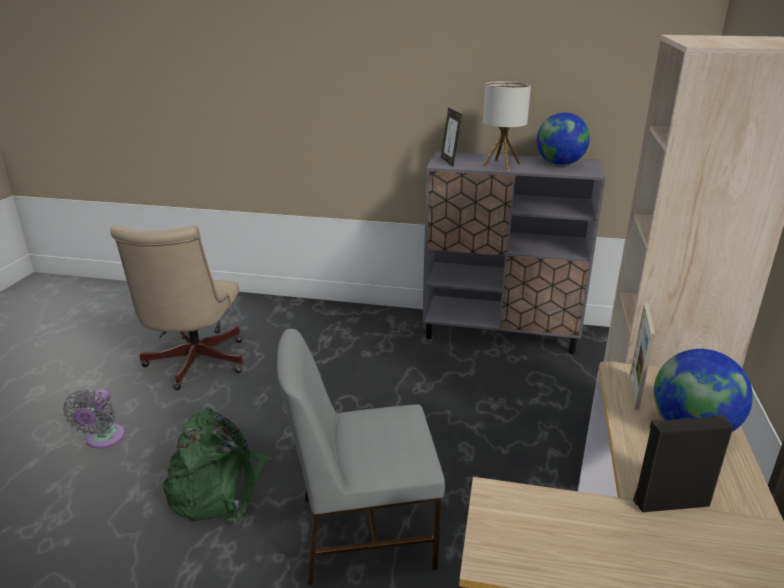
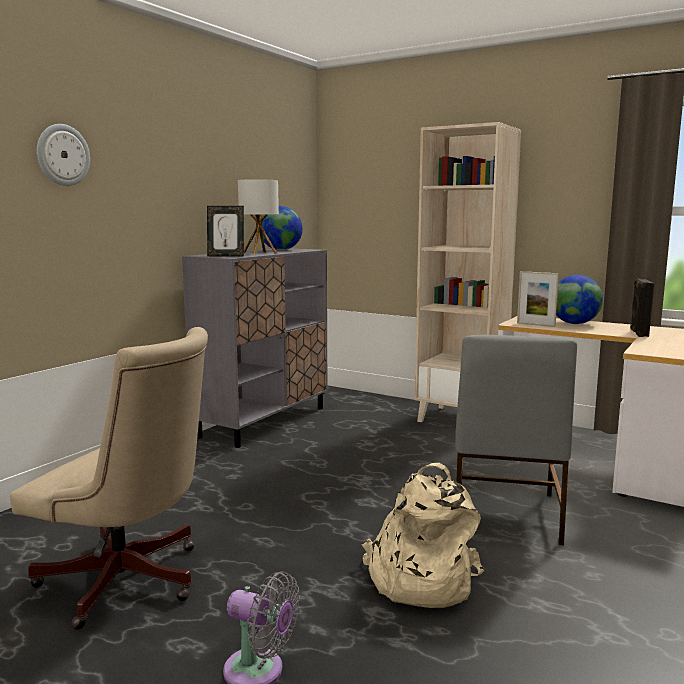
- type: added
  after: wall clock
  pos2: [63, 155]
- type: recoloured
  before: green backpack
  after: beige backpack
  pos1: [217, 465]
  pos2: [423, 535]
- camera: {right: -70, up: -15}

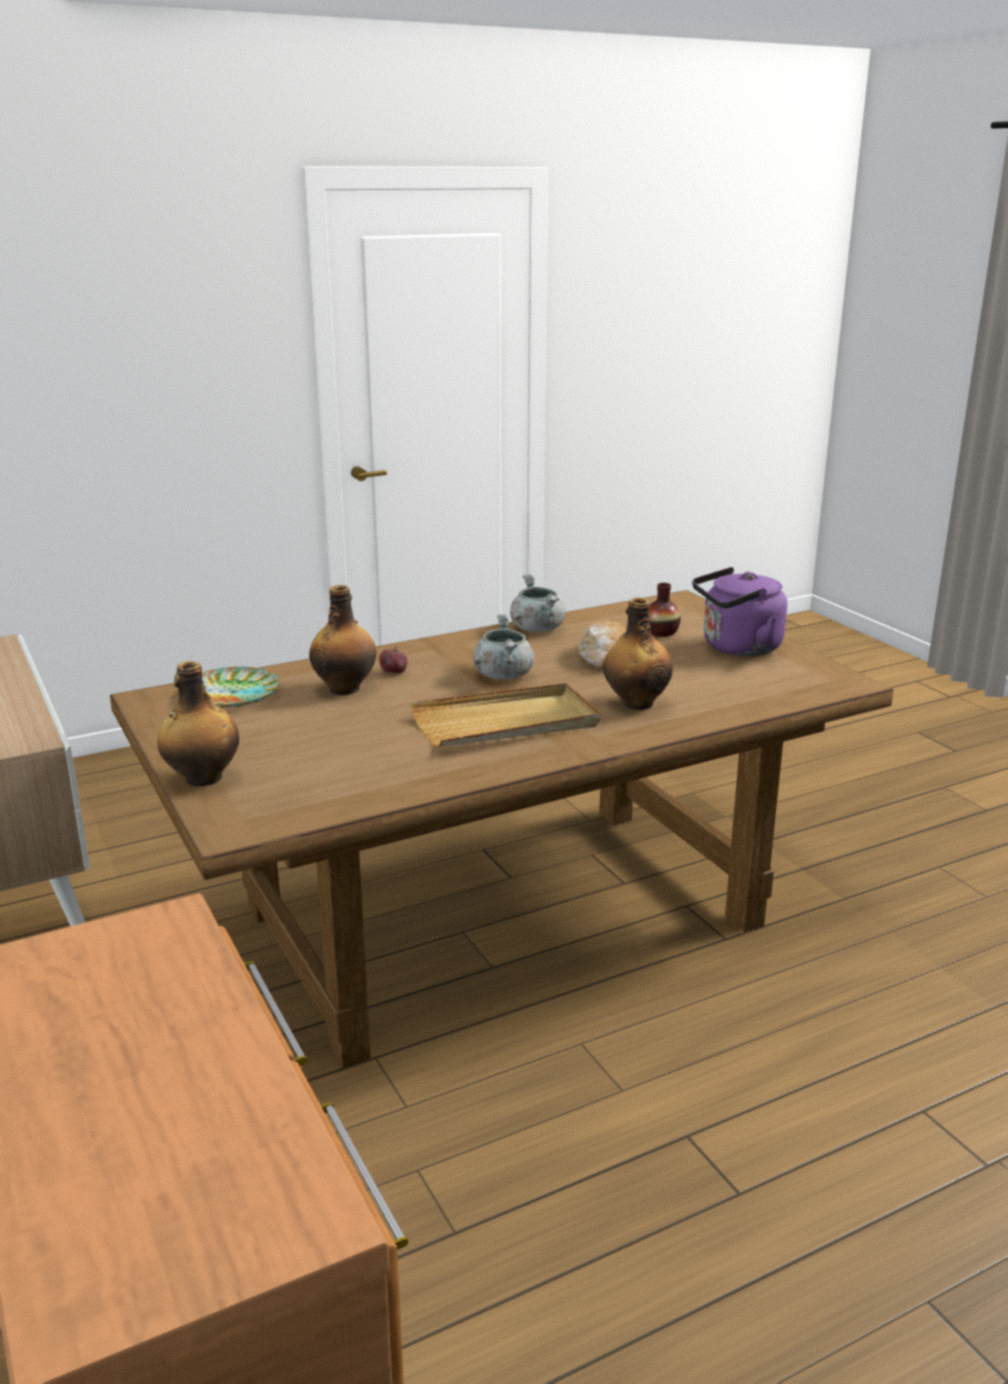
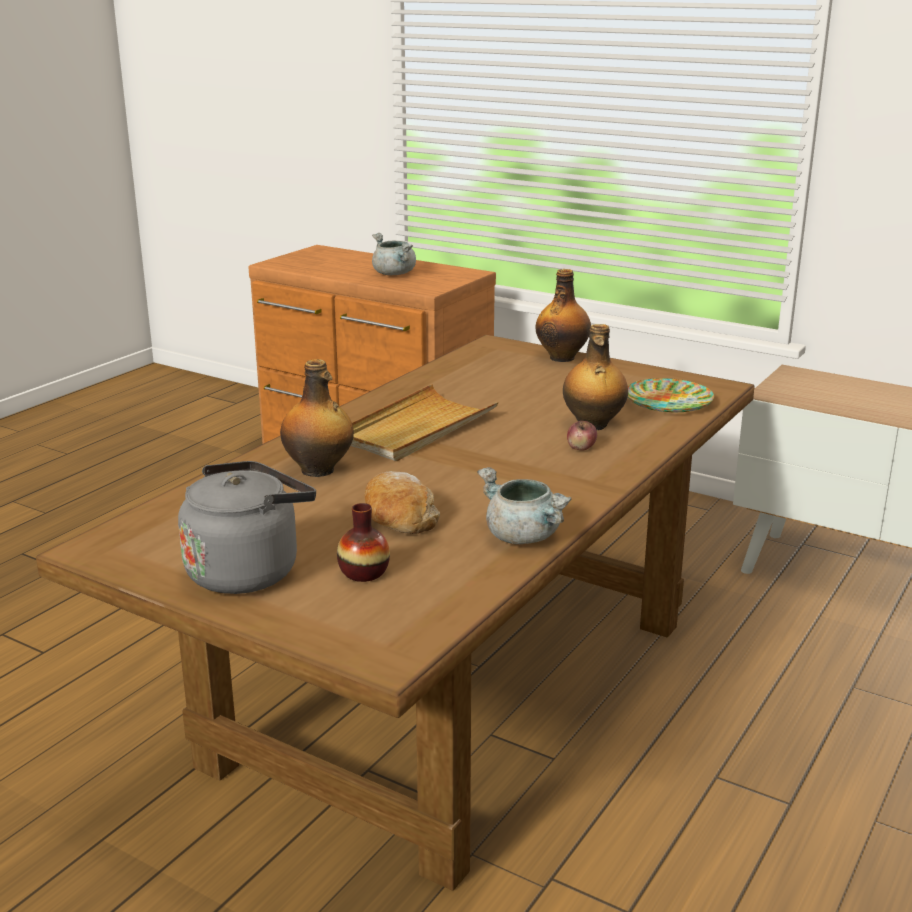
- type: moved
  before: grey cooking pot
  pos1: [503, 647]
  pos2: [394, 254]
- type: recoloured
  before: purple kettle
  after: grey kettle
  pos1: [739, 611]
  pos2: [247, 527]
- camera: {right: 150, up: 0}

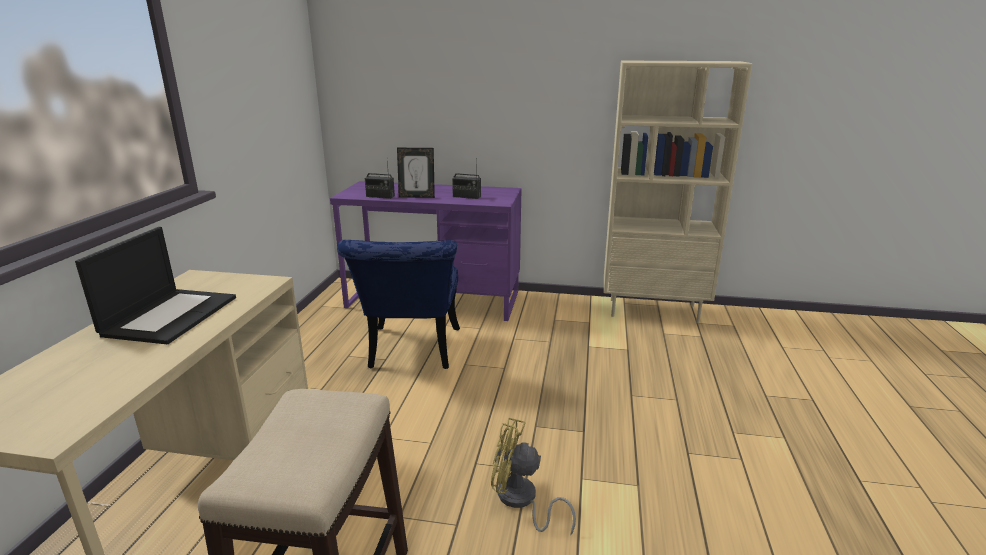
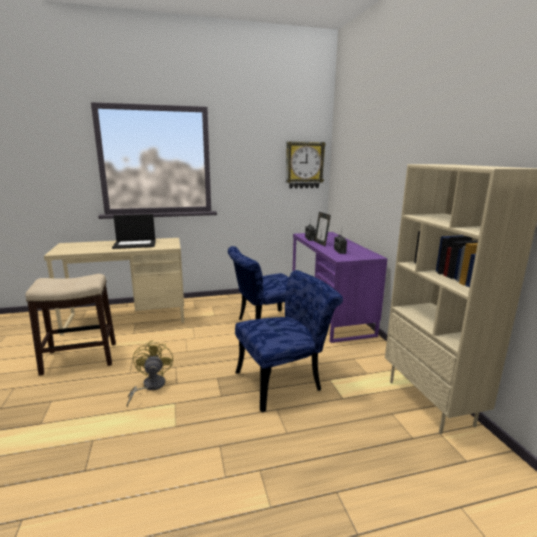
- type: added
  after: blue chair
  pos2: [289, 341]
- type: added
  after: wall clock
  pos2: [306, 165]
- camera: {right: 65, up: -5}

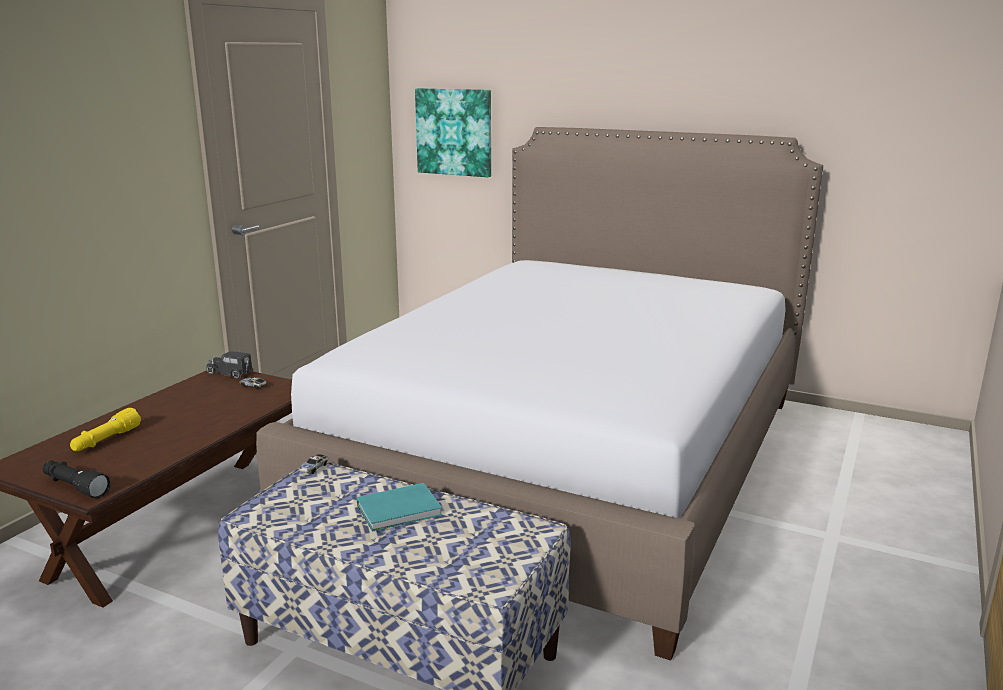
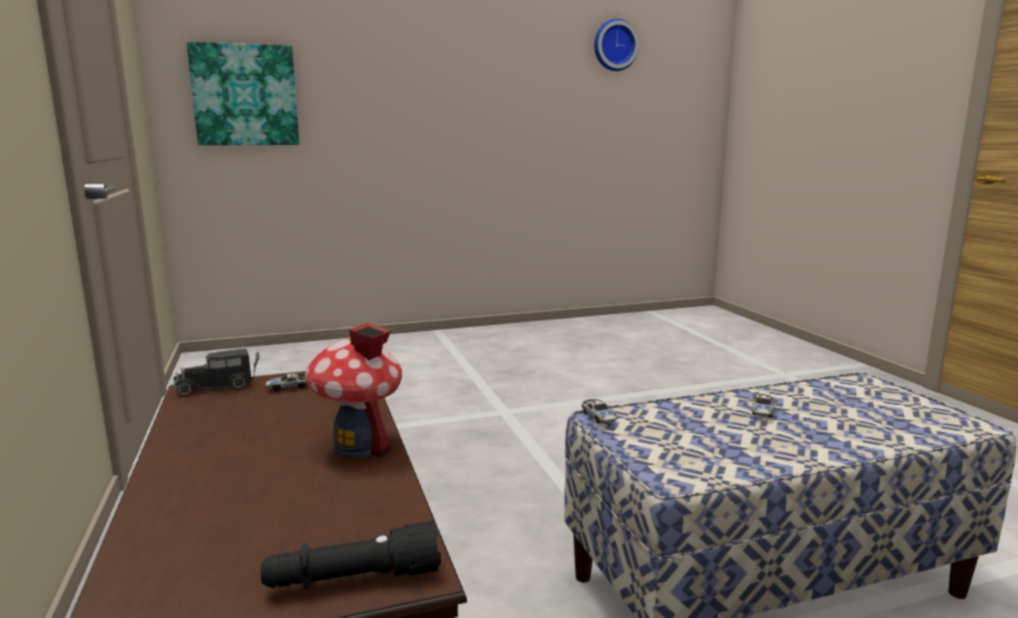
- type: removed
  before: yellow flashlight
  pos1: [105, 429]
- type: removed
  before: bed
  pos1: [539, 394]
- type: added
  after: toy house
  pos2: [353, 389]
- type: added
  after: wall clock
  pos2: [616, 45]
- type: replaced
  before: turquoise book
  after: toy car
  pos1: [399, 507]
  pos2: [763, 406]
- camera: {right: -45, up: -5}

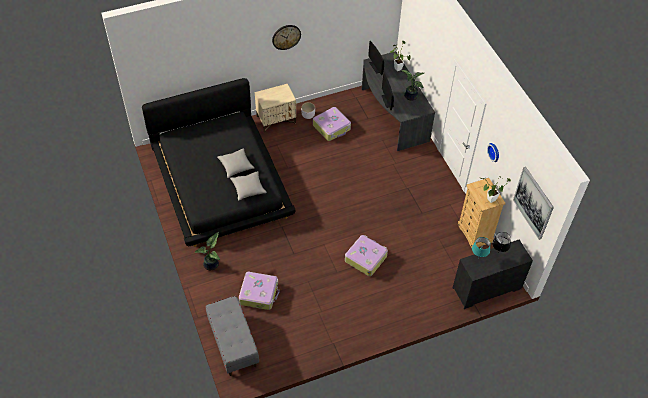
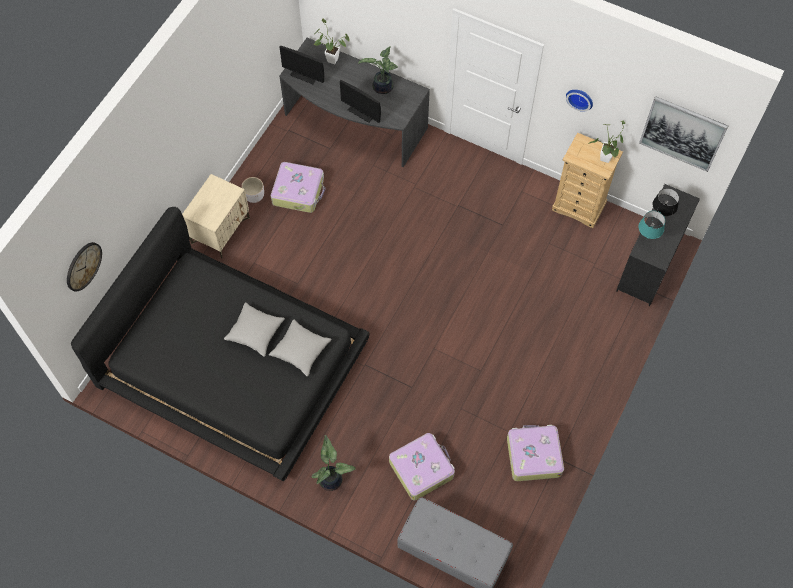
- type: moved
  before: wall clock
  pos1: [286, 37]
  pos2: [84, 267]
- type: moved
  before: suitcase
  pos1: [366, 255]
  pos2: [535, 453]
- camera: {right: -40, up: 10}

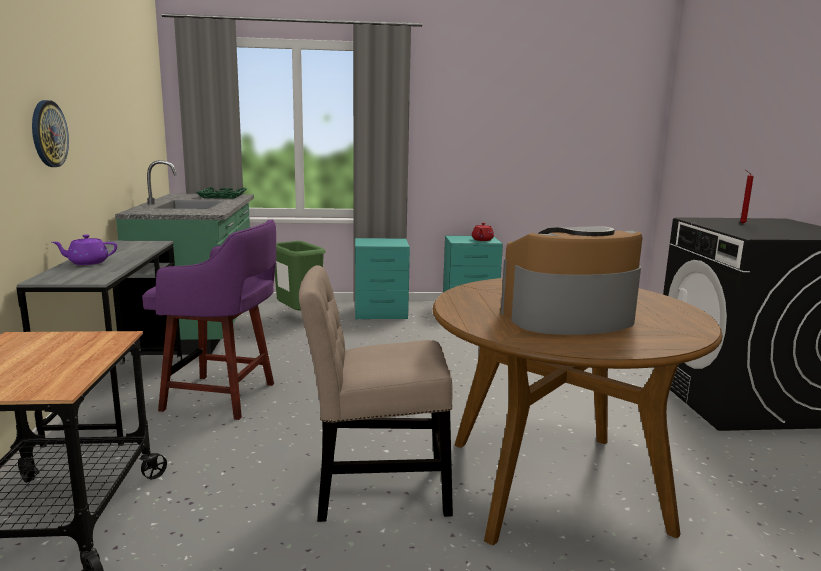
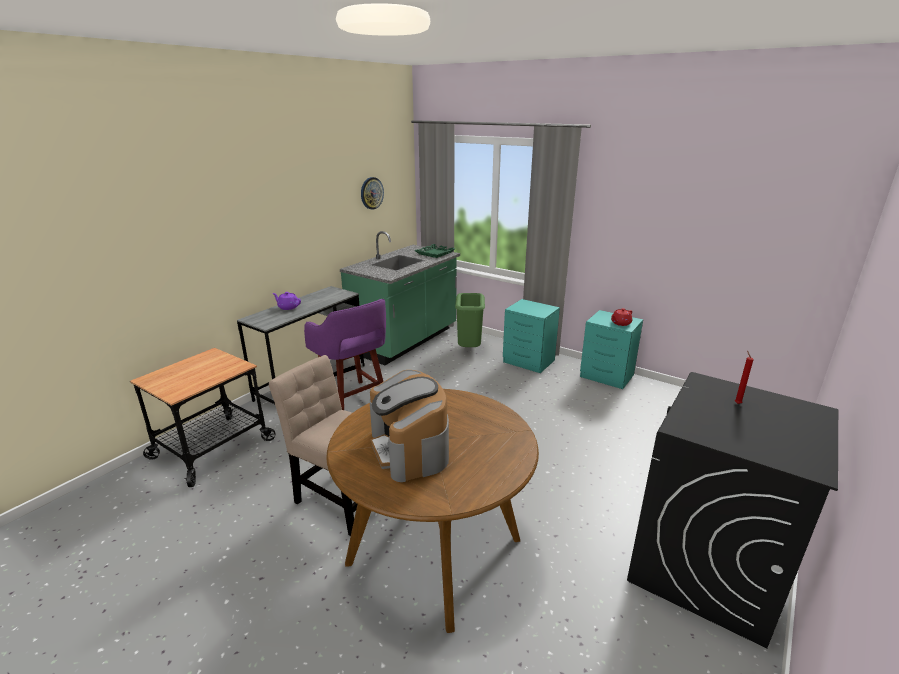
- type: moved
  before: wall clock
  pos1: [50, 133]
  pos2: [372, 193]
- type: turned
  before: coffee machine
  pos1: [572, 280]
  pos2: [409, 426]
  turn: -135
- camera: {right: 40, up: 10}

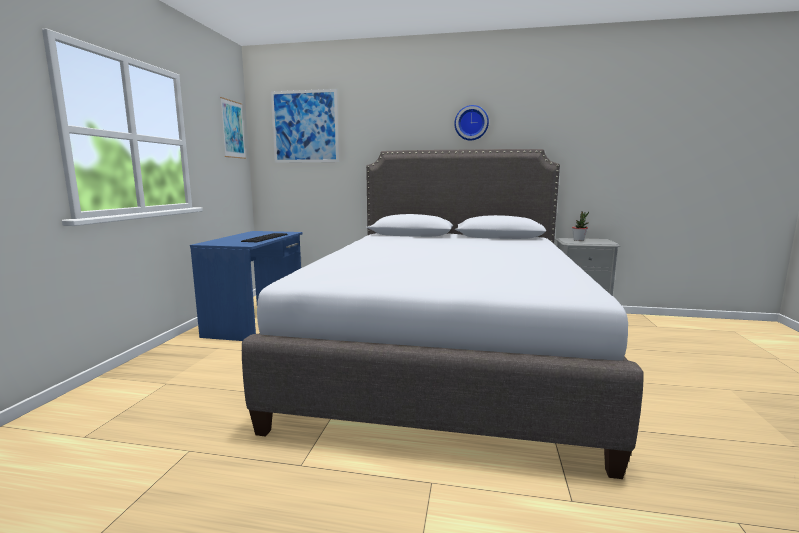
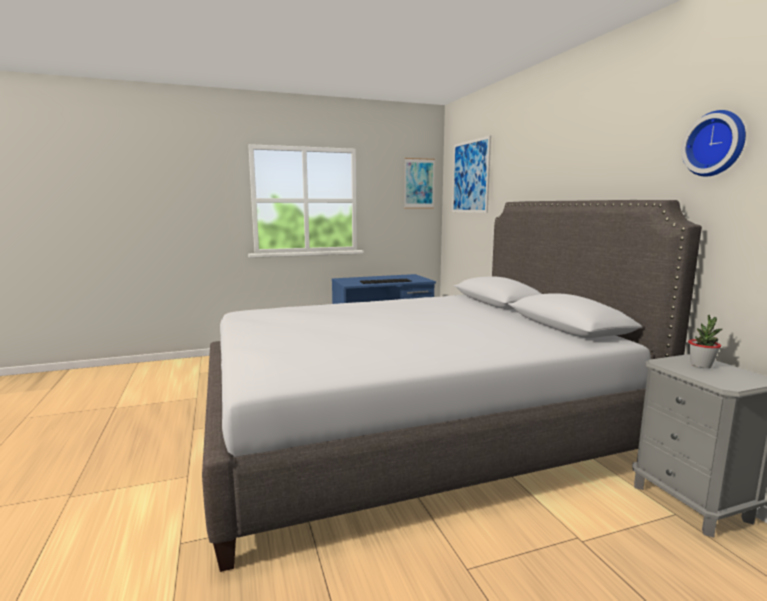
- type: moved
  before: wall clock
  pos1: [471, 123]
  pos2: [713, 143]
- camera: {right: 60, up: 0}

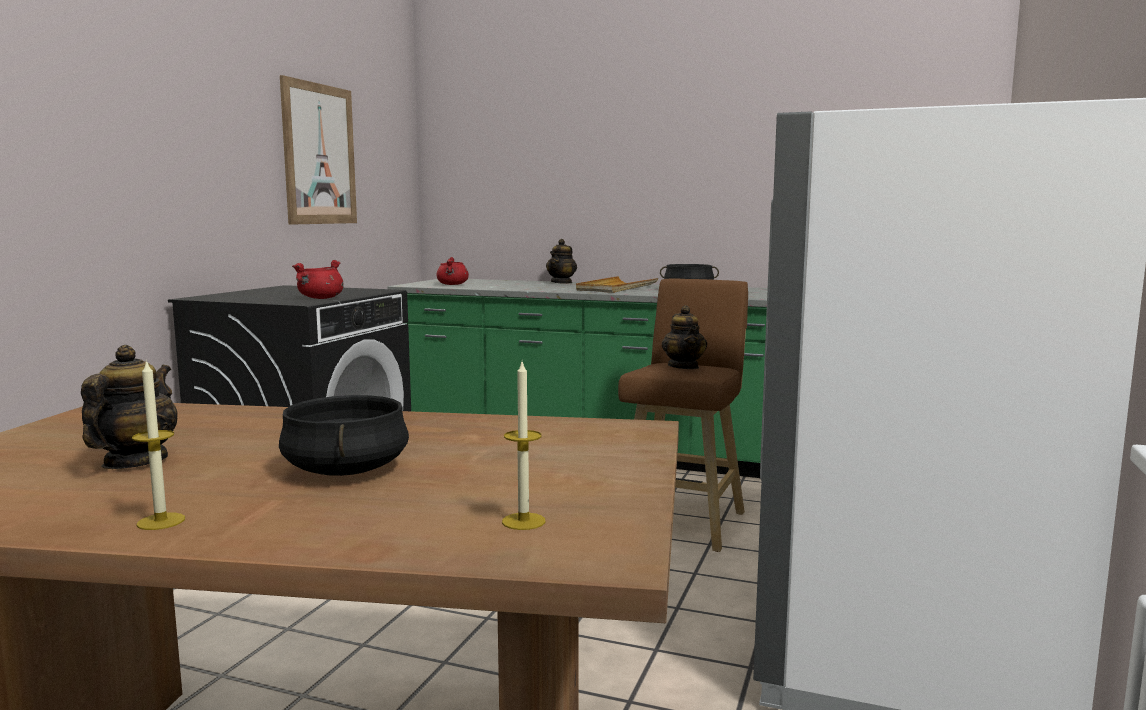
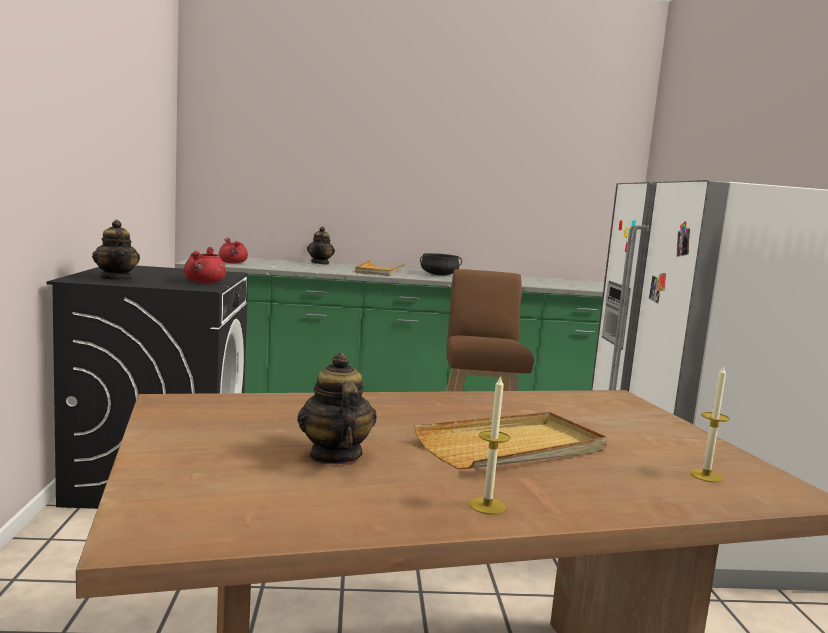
- type: removed
  before: picture
  pos1: [318, 150]
- type: moved
  before: teapot
  pos1: [684, 337]
  pos2: [116, 250]
- type: replaced
  before: black cooking pot
  after: beige tray
  pos1: [344, 435]
  pos2: [510, 440]
- camera: {right: -25, up: 0}

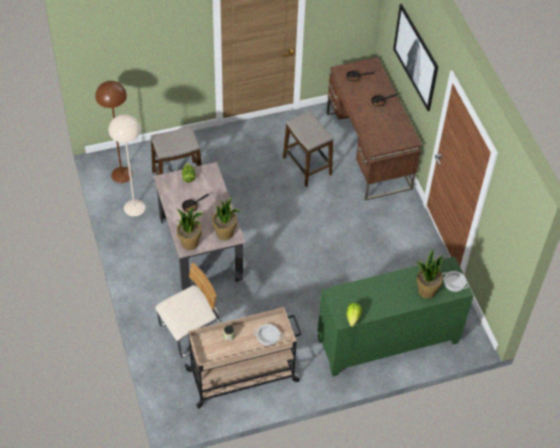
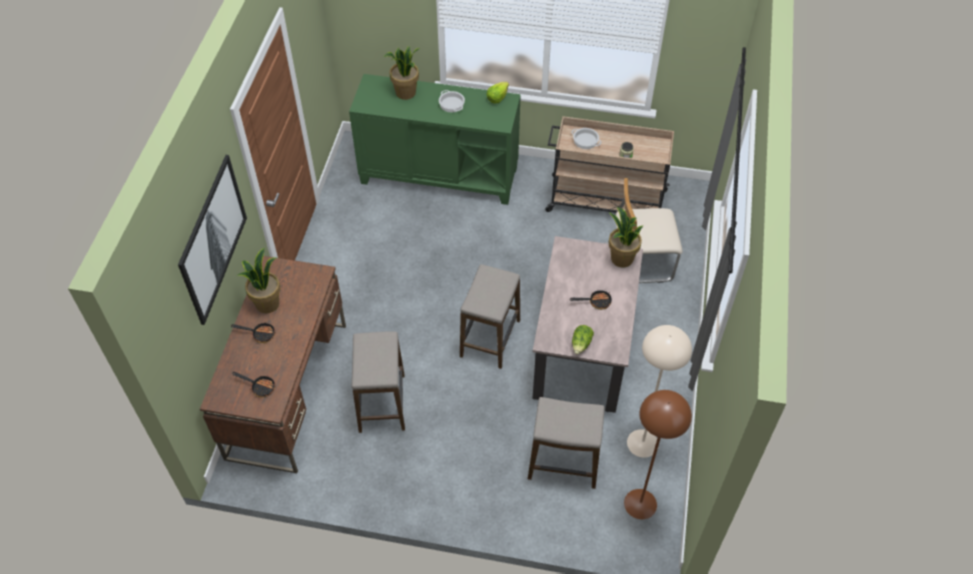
- type: added
  after: stool
  pos2: [490, 316]
- type: moved
  before: potted plant
  pos1: [226, 218]
  pos2: [258, 280]
- type: moved
  before: cooking pot
  pos1: [455, 281]
  pos2: [452, 101]
- camera: {right: -150, up: 0}

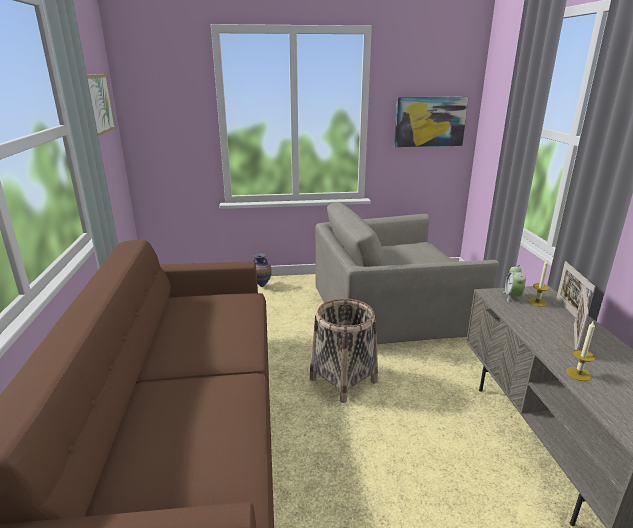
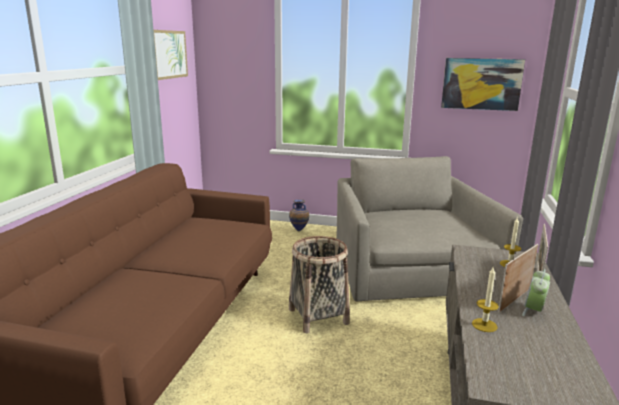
- type: moved
  before: alarm clock
  pos1: [514, 283]
  pos2: [536, 292]
- type: turned
  before: grey armchair
  pos1: [407, 273]
  pos2: [429, 228]
  turn: 75
- camera: {right: 20, up: -5}

